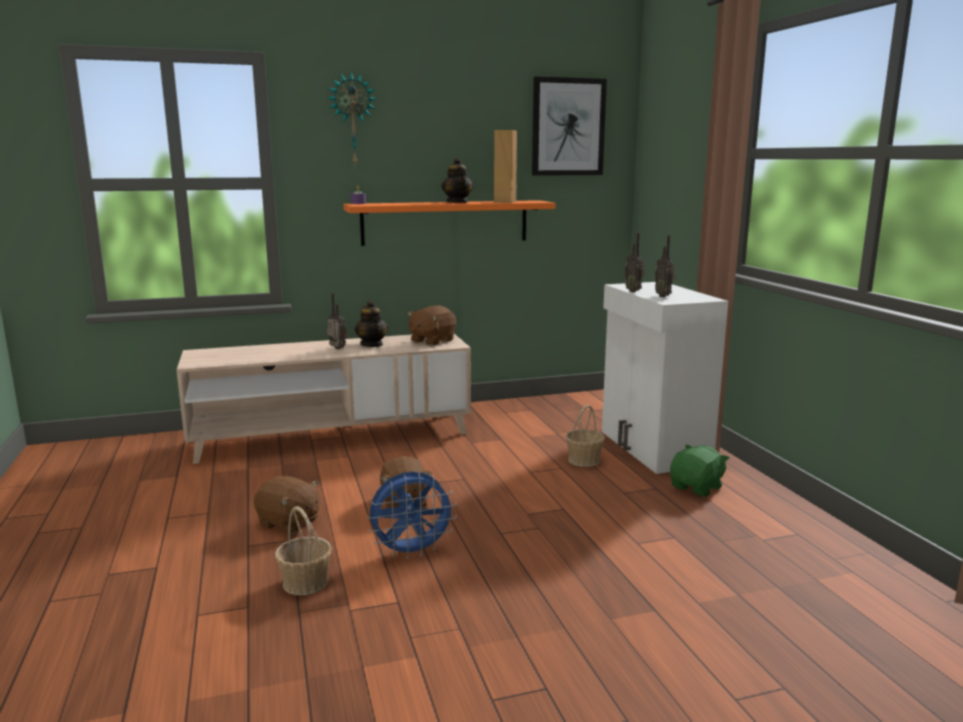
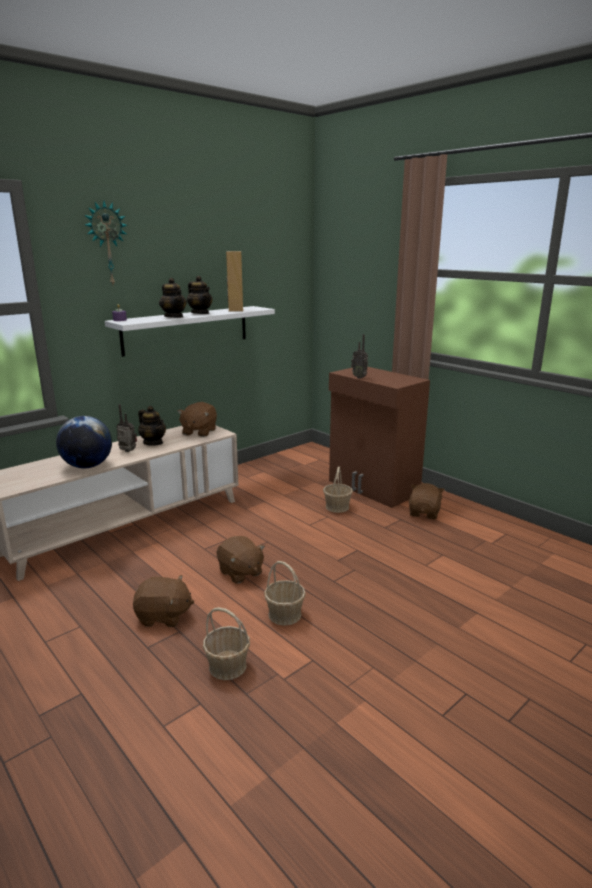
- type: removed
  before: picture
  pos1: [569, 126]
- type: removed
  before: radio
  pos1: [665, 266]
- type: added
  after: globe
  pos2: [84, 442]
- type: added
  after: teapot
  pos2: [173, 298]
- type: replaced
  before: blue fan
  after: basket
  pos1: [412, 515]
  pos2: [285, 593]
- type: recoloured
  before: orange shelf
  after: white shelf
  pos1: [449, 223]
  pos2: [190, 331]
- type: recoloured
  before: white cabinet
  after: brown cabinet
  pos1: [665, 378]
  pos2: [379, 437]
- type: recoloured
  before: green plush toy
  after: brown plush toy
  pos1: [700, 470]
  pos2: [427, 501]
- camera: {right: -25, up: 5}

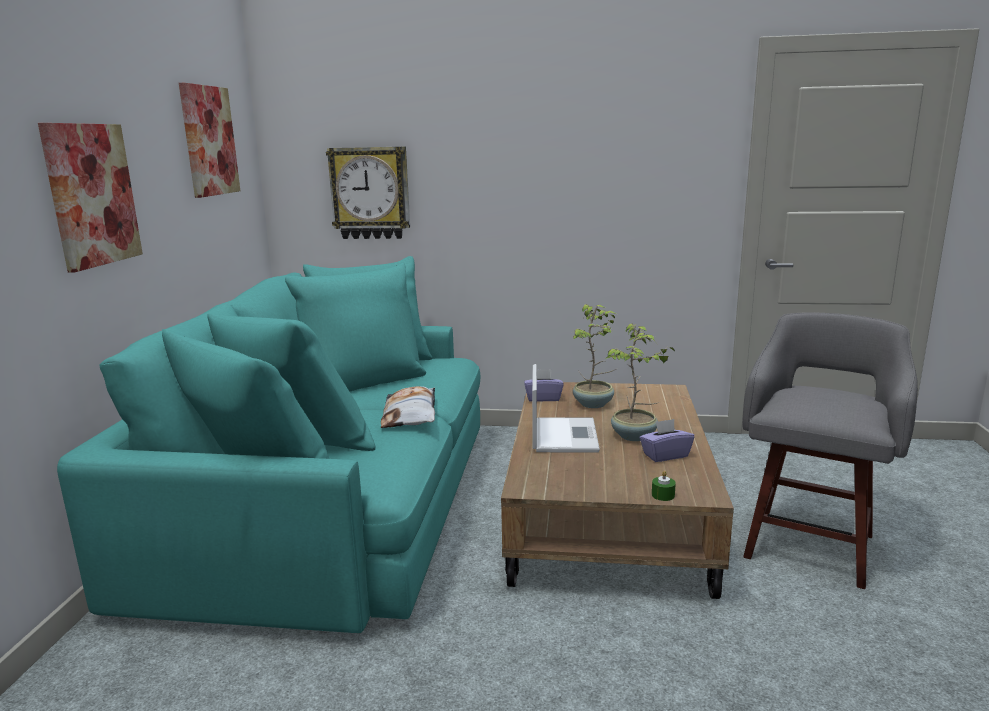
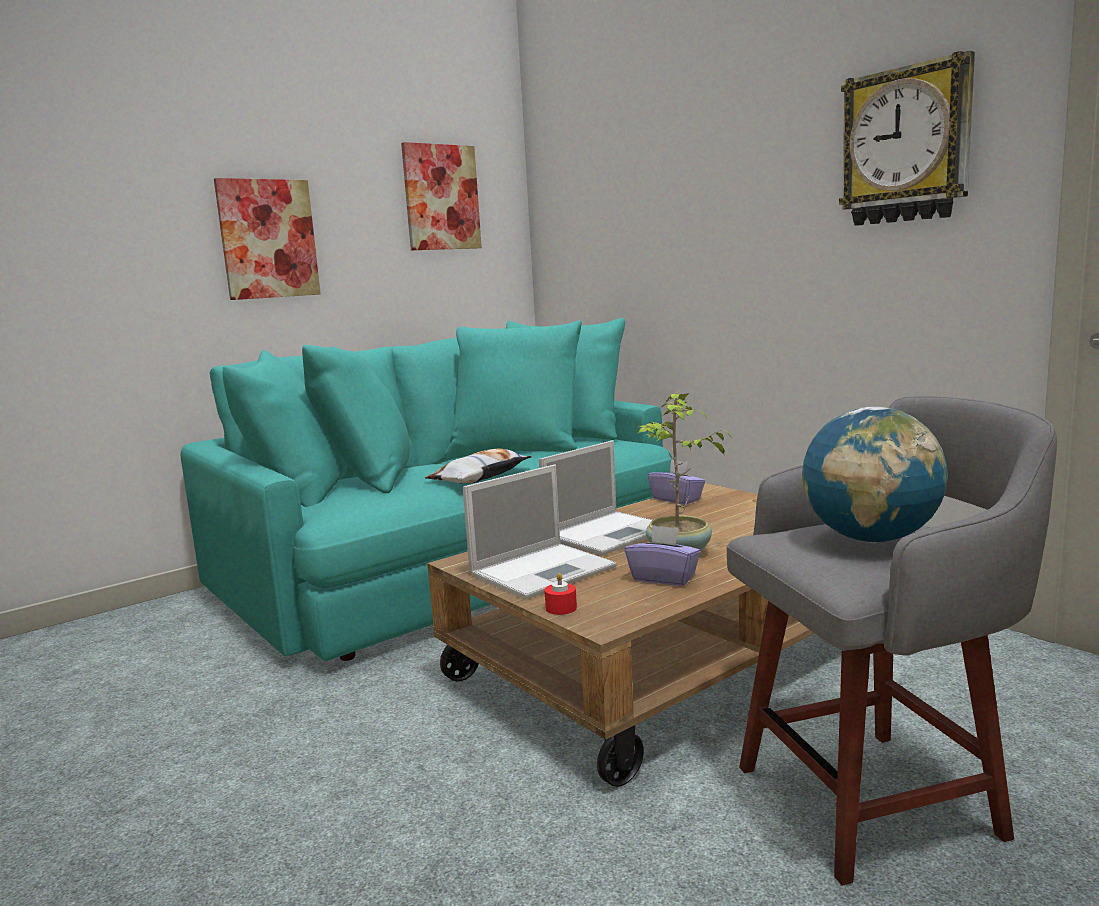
- type: removed
  before: potted plant
  pos1: [594, 356]
- type: added
  after: laptop
  pos2: [540, 532]
- type: added
  after: globe
  pos2: [875, 475]
- type: moved
  before: wall clock
  pos1: [368, 193]
  pos2: [907, 138]
- type: recoloured
  before: green candle
  after: red candle
  pos1: [664, 486]
  pos2: [561, 594]
- camera: {right: 45, up: -5}

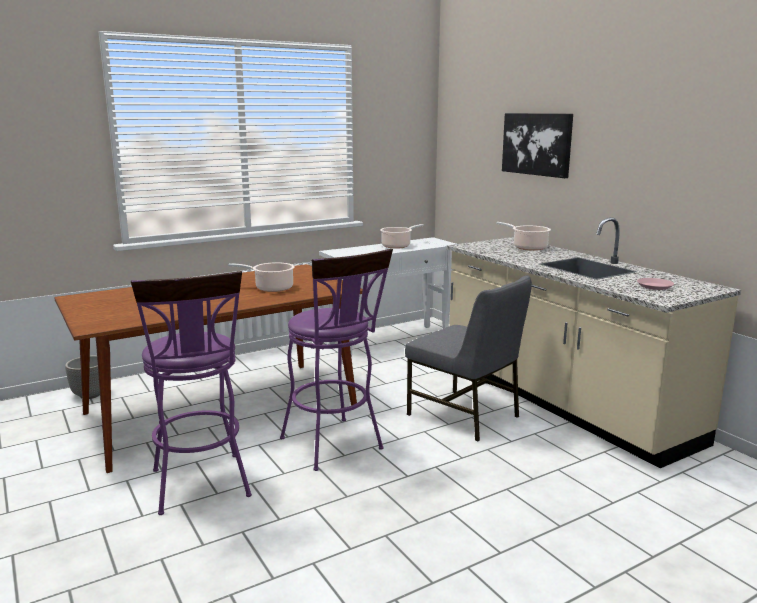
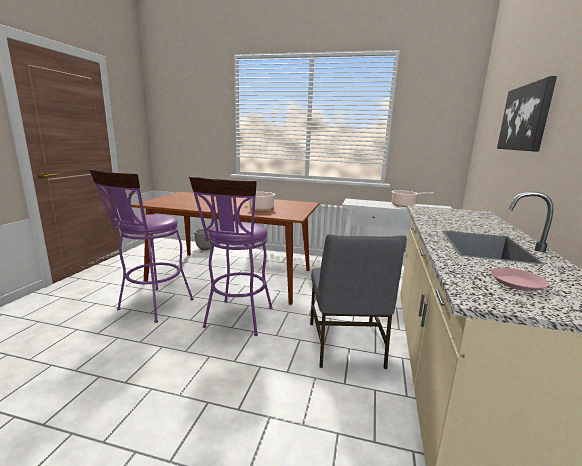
- type: removed
  before: cooking pot
  pos1: [523, 236]
- camera: {right: 45, up: 0}

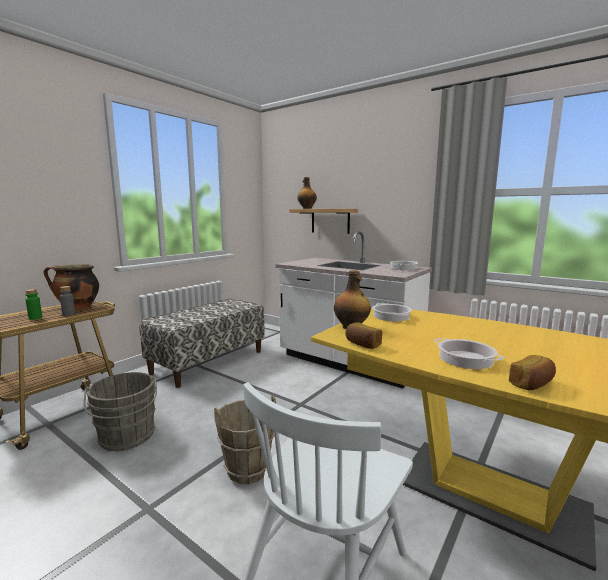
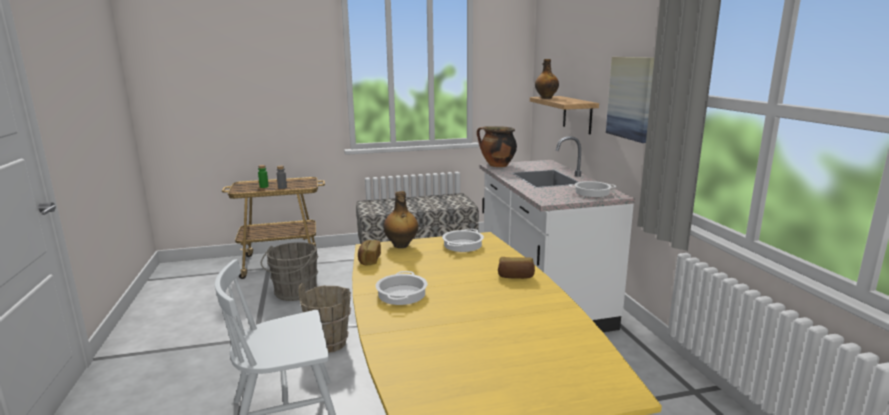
- type: added
  after: picture
  pos2: [630, 100]
- type: moved
  before: cooking pot
  pos1: [71, 287]
  pos2: [497, 146]
- type: moved
  before: bread
  pos1: [532, 372]
  pos2: [516, 268]
- camera: {right: 40, up: 5}

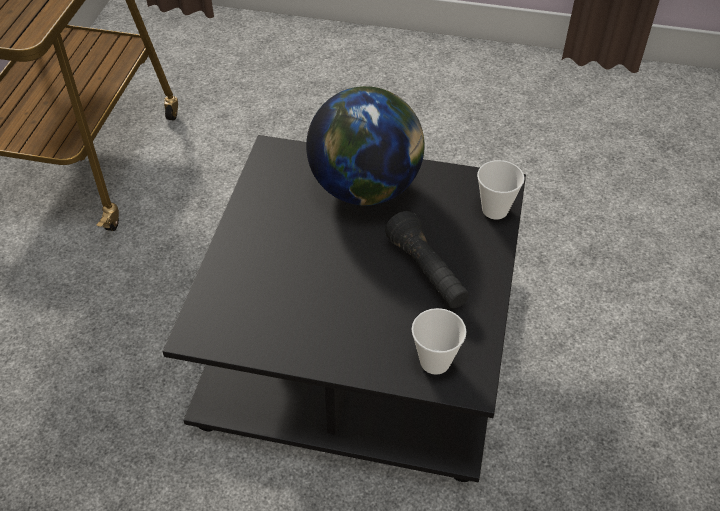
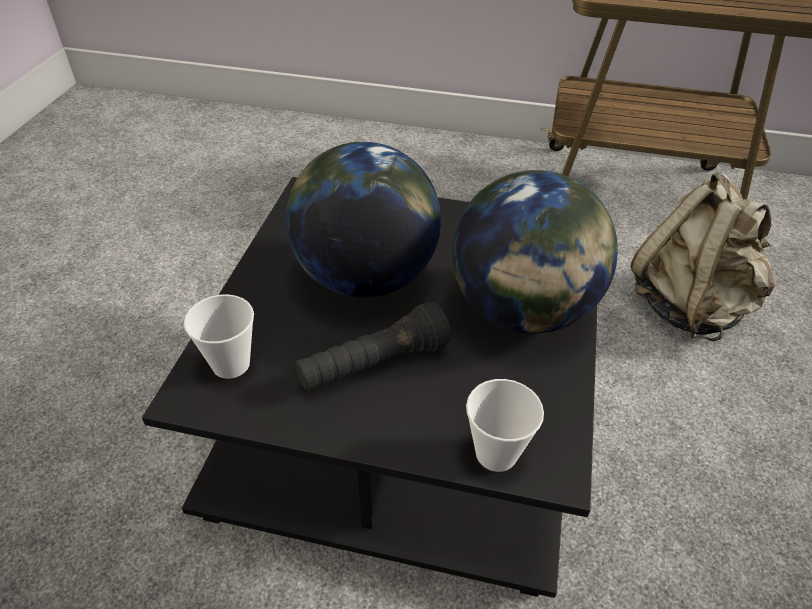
- type: added
  after: globe
  pos2: [363, 220]
- type: added
  after: beige backpack
  pos2: [702, 256]
- camera: {right: 90, up: -5}

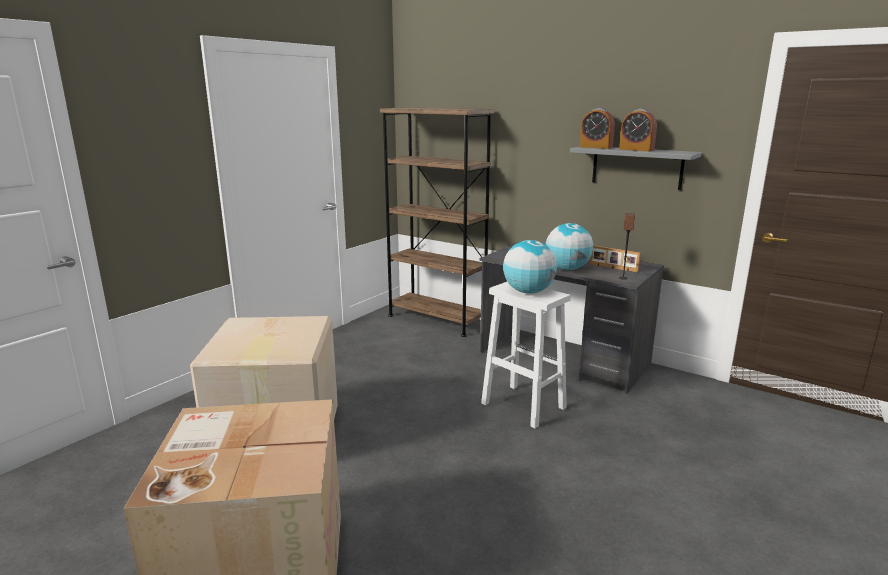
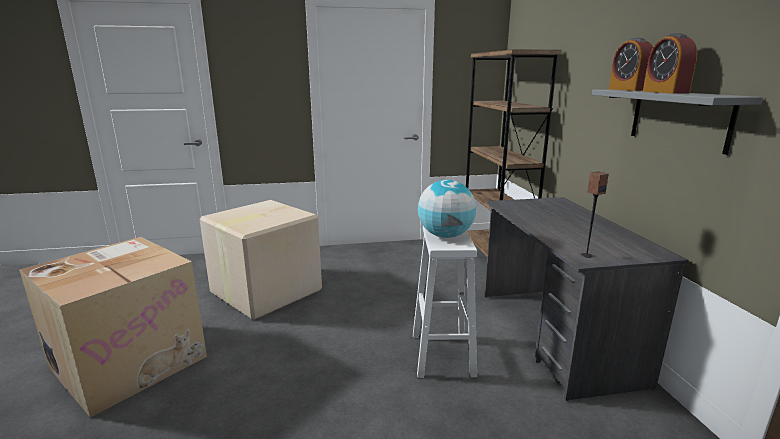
- type: removed
  before: globe
  pos1: [569, 246]
- type: removed
  before: picture frame
  pos1: [615, 259]
- camera: {right: 45, up: 0}

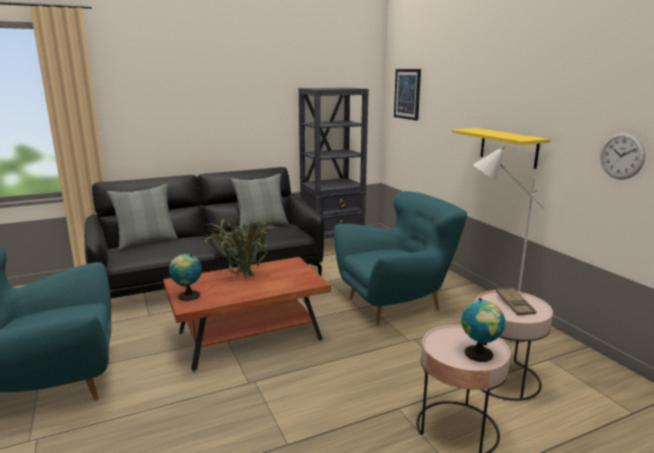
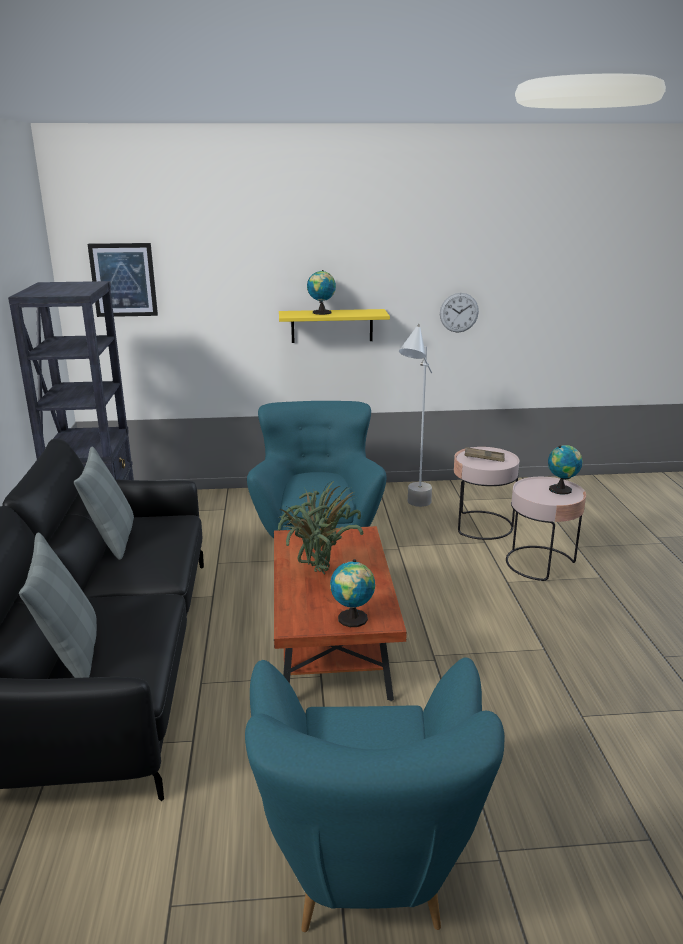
- type: added
  after: globe
  pos2: [321, 292]
- camera: {right: -70, up: 5}

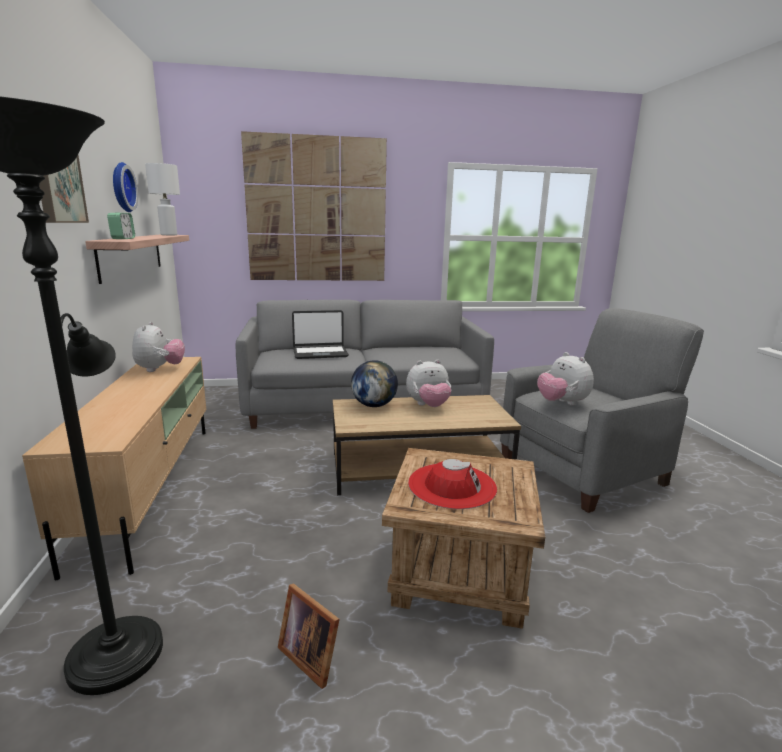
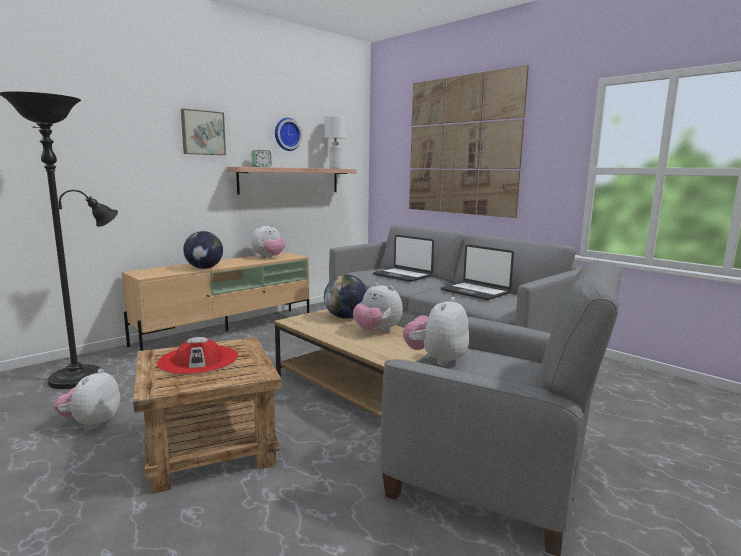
- type: added
  after: globe
  pos2: [203, 250]
- type: added
  after: laptop
  pos2: [477, 272]
- type: replaced
  before: picture frame
  after: plush toy
  pos1: [309, 636]
  pos2: [87, 399]
- camera: {right: 55, up: -5}

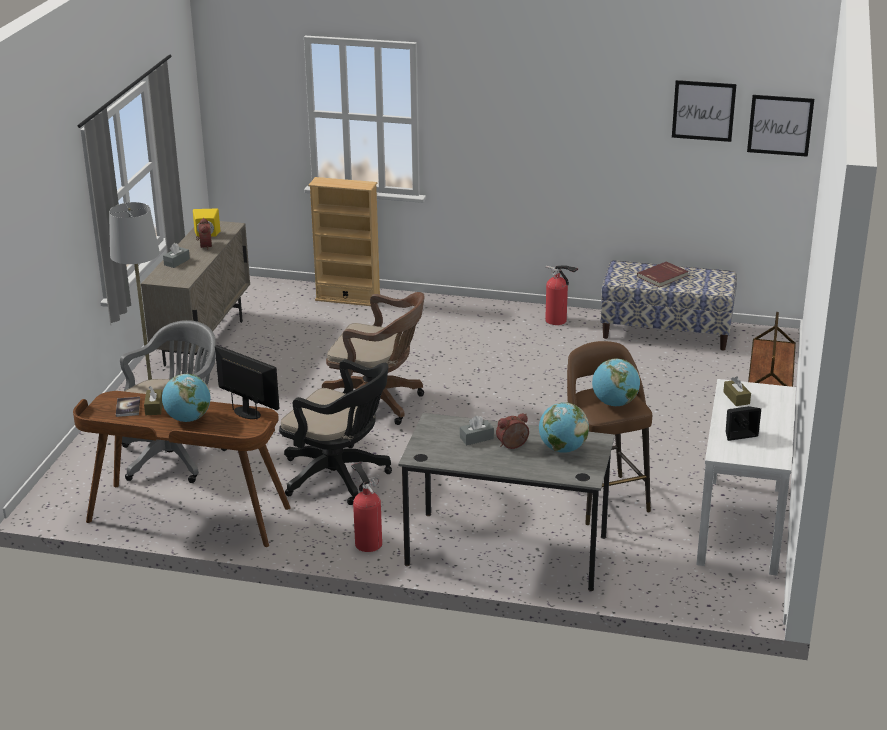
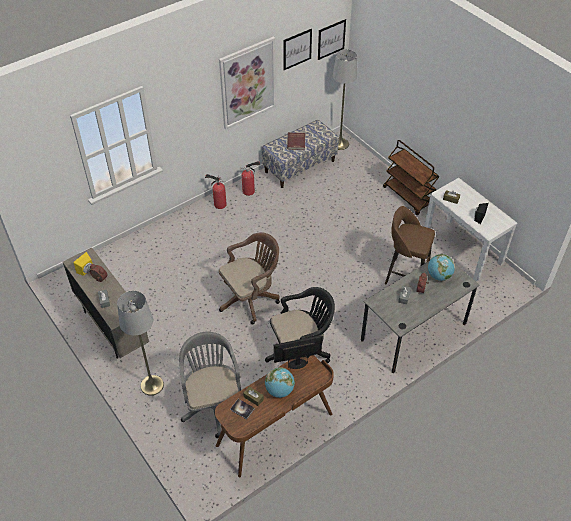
- type: removed
  before: beige bookcase
  pos1: [344, 241]
- type: removed
  before: globe
  pos1: [616, 382]
- type: added
  after: picture
  pos2: [247, 83]
- type: added
  after: grey floor lamp
  pos2: [345, 99]
- type: moved
  before: fire extinguisher
  pos1: [366, 507]
  pos2: [216, 191]
- camera: {right: -50, up: 20}

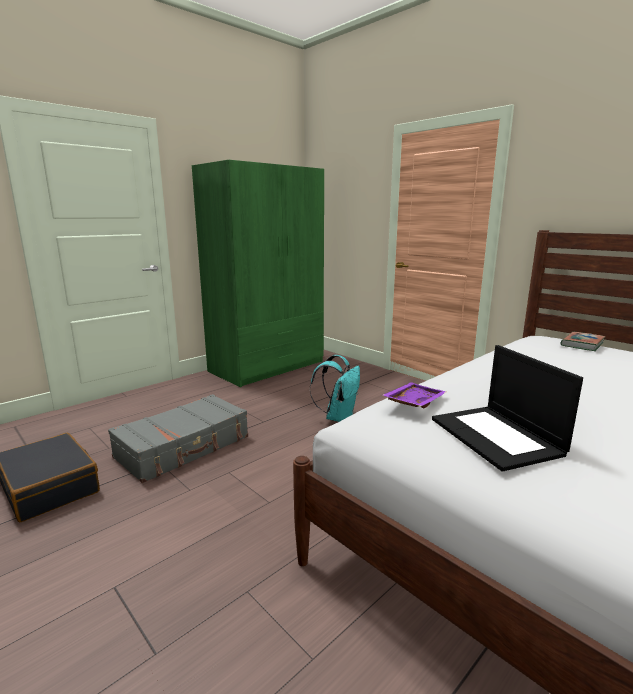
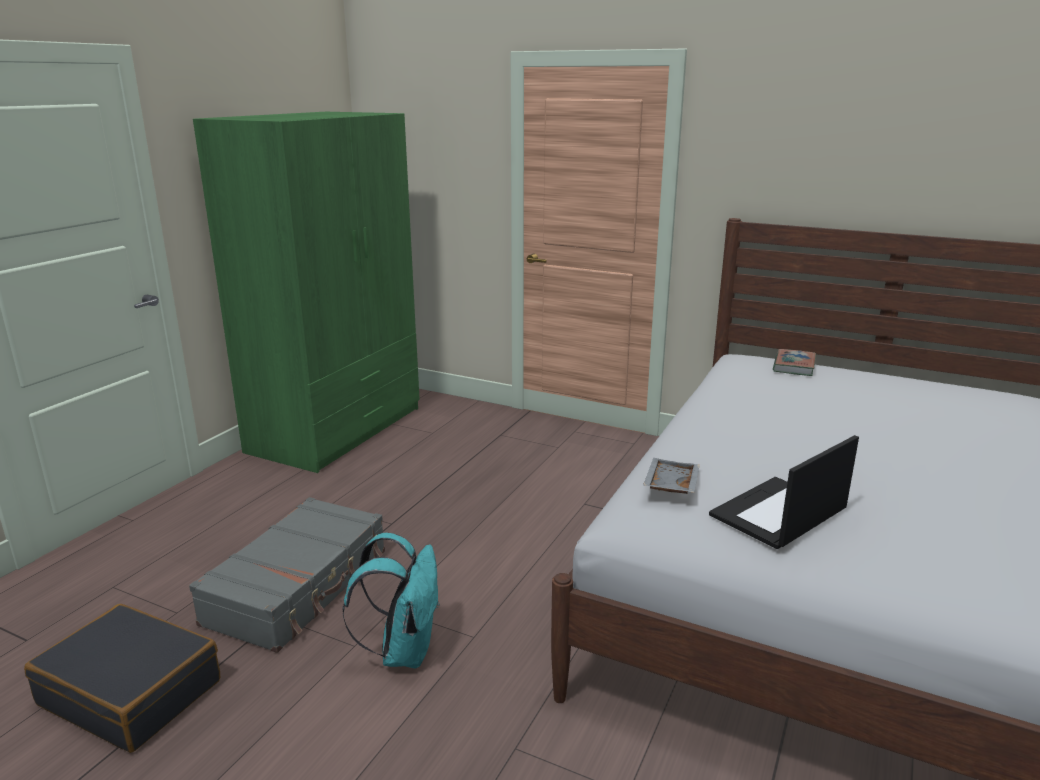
- type: moved
  before: turquoise backpack
  pos1: [335, 388]
  pos2: [391, 601]
- type: recoloured
  before: purple tray
  after: grey tray
  pos1: [414, 395]
  pos2: [671, 476]
- type: turned
  before: laptop
  pos1: [507, 408]
  pos2: [784, 492]
  turn: 90
- camera: {right: -20, up: 5}

